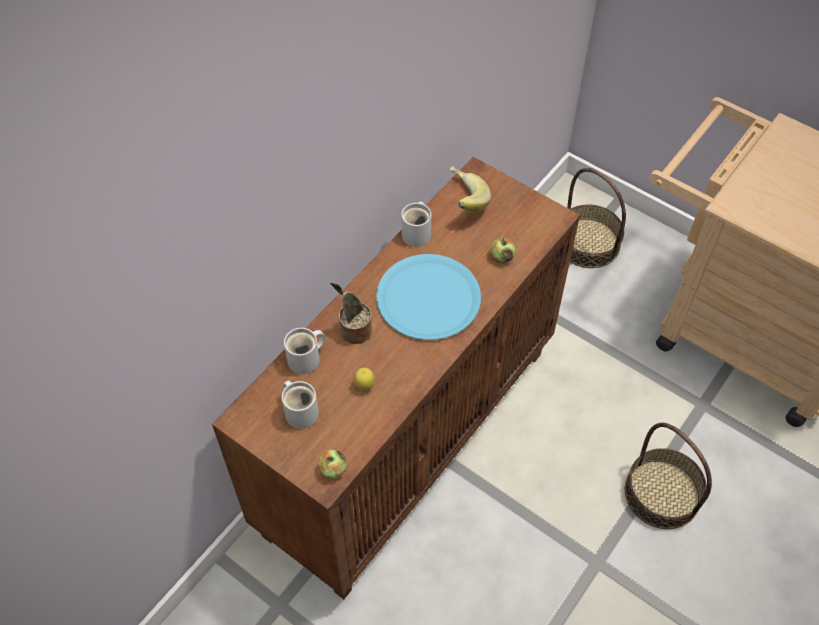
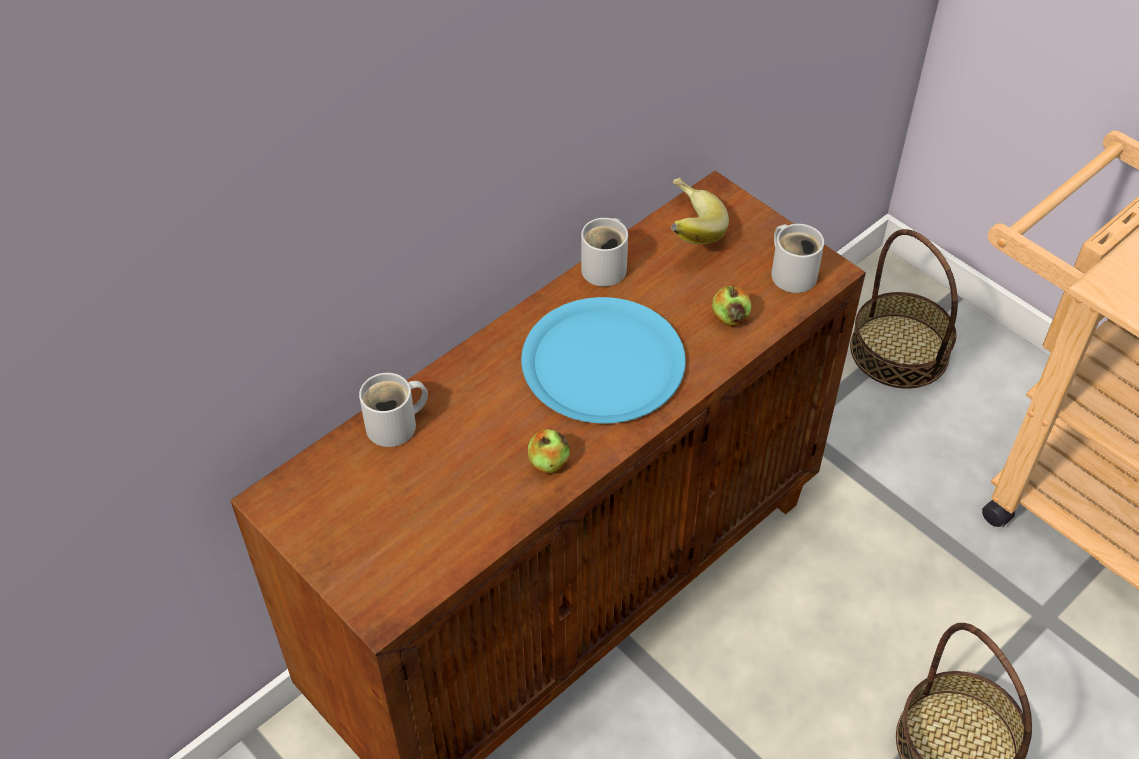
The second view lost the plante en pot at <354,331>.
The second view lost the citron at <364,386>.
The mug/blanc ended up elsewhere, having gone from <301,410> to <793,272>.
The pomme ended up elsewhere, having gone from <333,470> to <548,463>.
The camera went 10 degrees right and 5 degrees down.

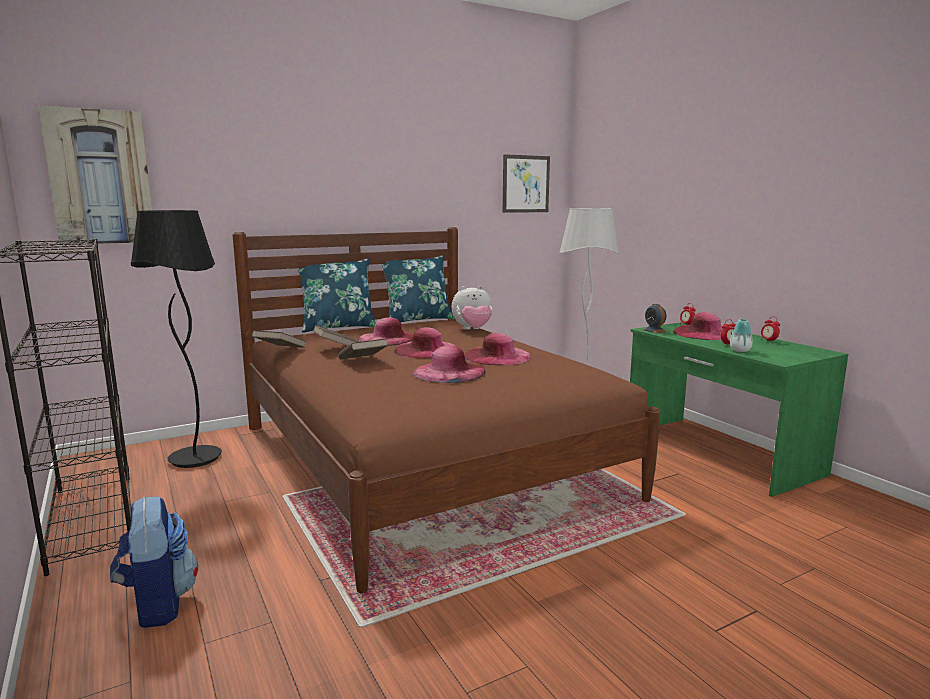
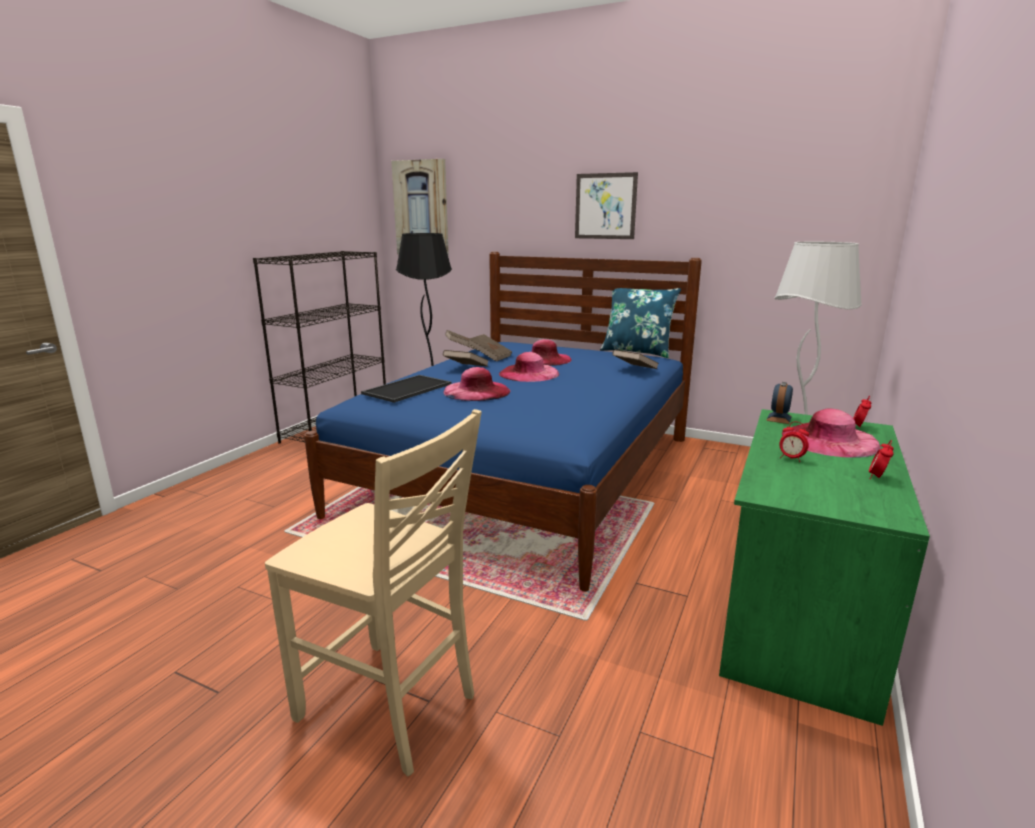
The tableau ended up elsewhere, having gone from <526,184> to <605,206>.
What was the lit/marron at <423,460> turned into the lit/bleu at <526,473>.
The second view lost the coussin/bleu at <338,327>.
Where the peluche stood at <473,329>, the livre/marron came to stand at <634,369>.
The second view lost the vase at <740,350>.
The second view lost the chapeau/rose at <497,356>.
The second view lost the sac à dos at <158,604>.
The second view gained the plateau at <407,389>.
The second view gained the chaise/beige at <390,707>.
The camera went 55 degrees right and 5 degrees up.

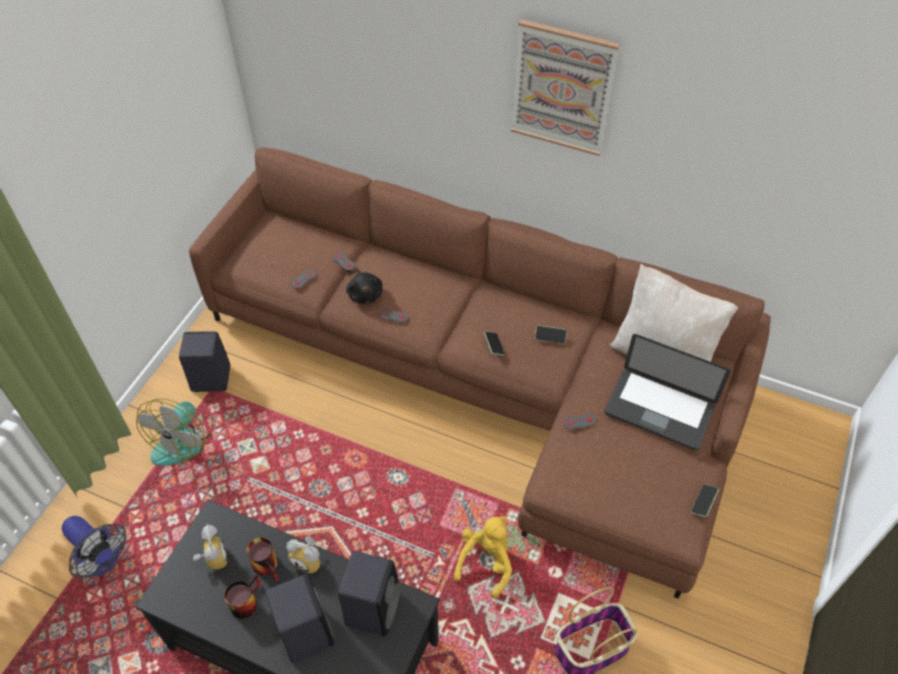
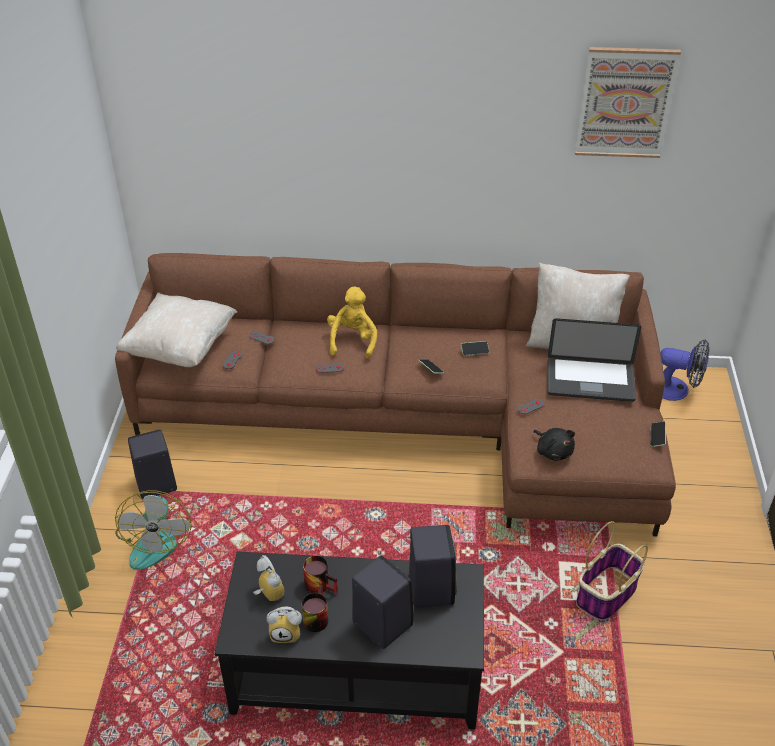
The tableau ended up elsewhere, having gone from <562,88> to <625,102>.
The peluche/noir ended up elsewhere, having gone from <365,294> to <553,451>.
The ventilateur ended up elsewhere, having gone from <103,561> to <677,390>.
The peluche/jaune ended up elsewhere, having gone from <486,562> to <352,340>.
The réveil ended up elsewhere, having gone from <309,560> to <286,633>.
The second view gained the coussin/beige at <180,348>.
The camera went 20 degrees left and 10 degrees down.

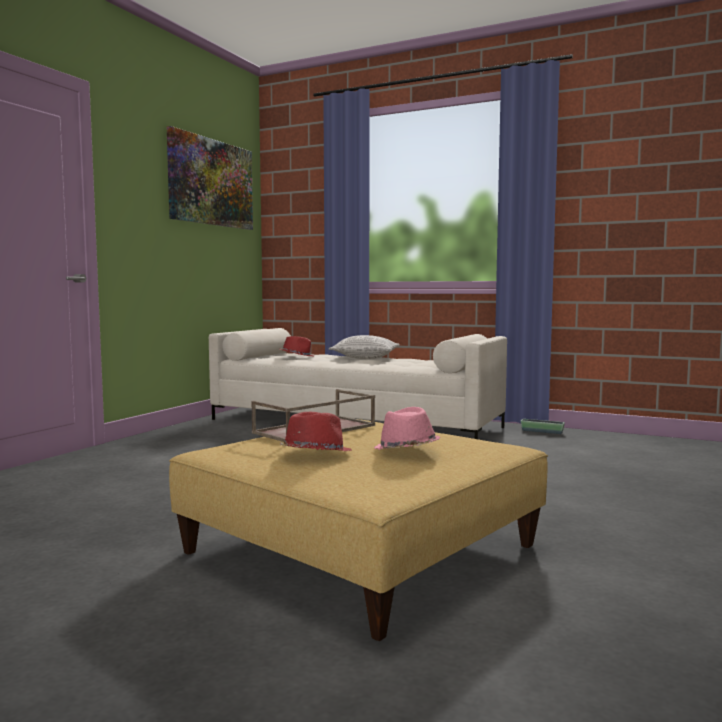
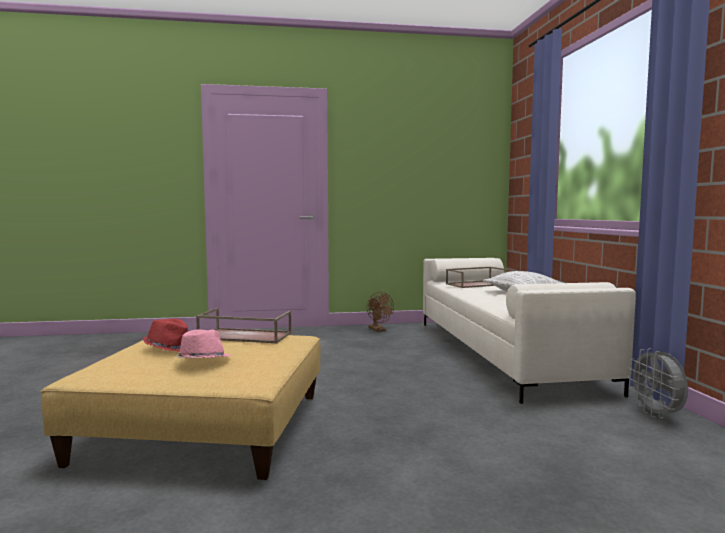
The second view lost the tableau at <211,182>.
Where the chapeau/rouge stood at <297,356>, the plateau/marron came to stand at <476,284>.
Where the cache-pot stood at <542,431>, the ventilateur/gris came to stand at <657,415>.
The second view gained the ventilateur/marron at <378,330>.
The camera went 55 degrees right and 0 degrees up.

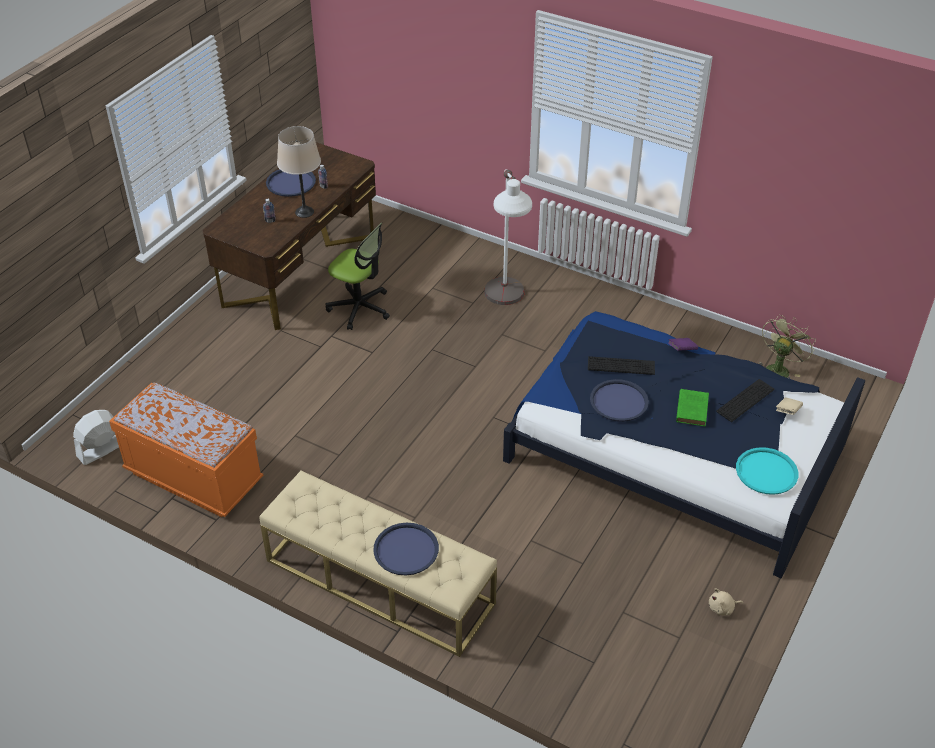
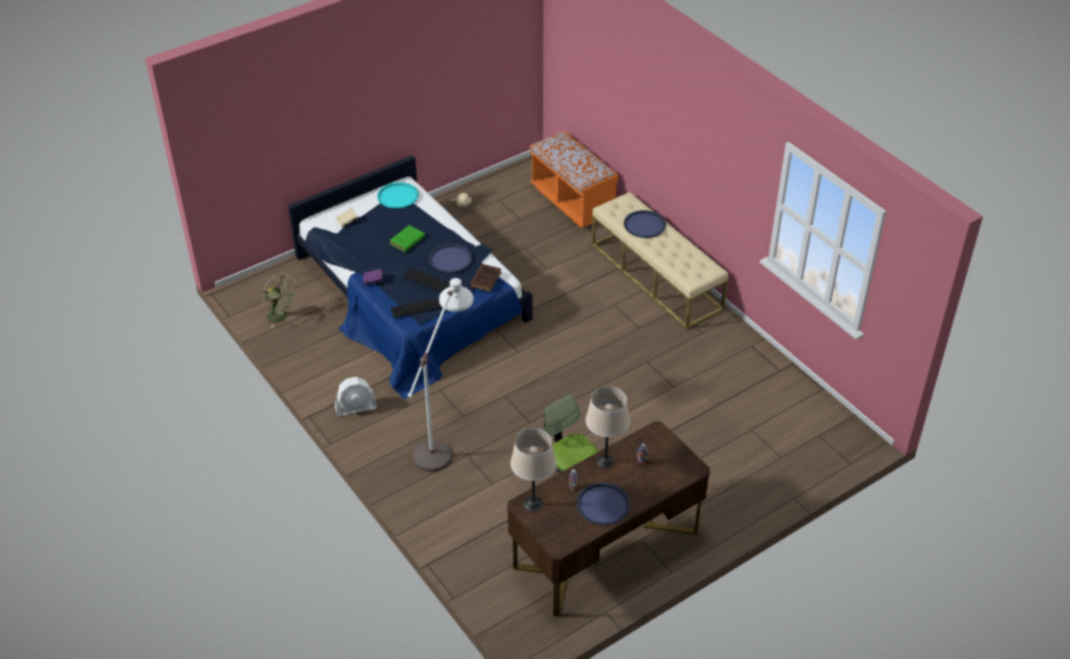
The ventilateur/vert at <778,369> ended up facing another way, 120 degrees counterclockwise from before.
The clavier ended up elsewhere, having gone from <745,400> to <418,307>.
The banc/orange ended up elsewhere, having gone from <194,477> to <572,201>.
The ventilateur/blanc ended up elsewhere, having gone from <102,449> to <356,408>.
The second view gained the livre/marron at <486,279>.
The second view gained the lampe de table/beige at <533,504>.
The camera went 155 degrees left and 0 degrees up.

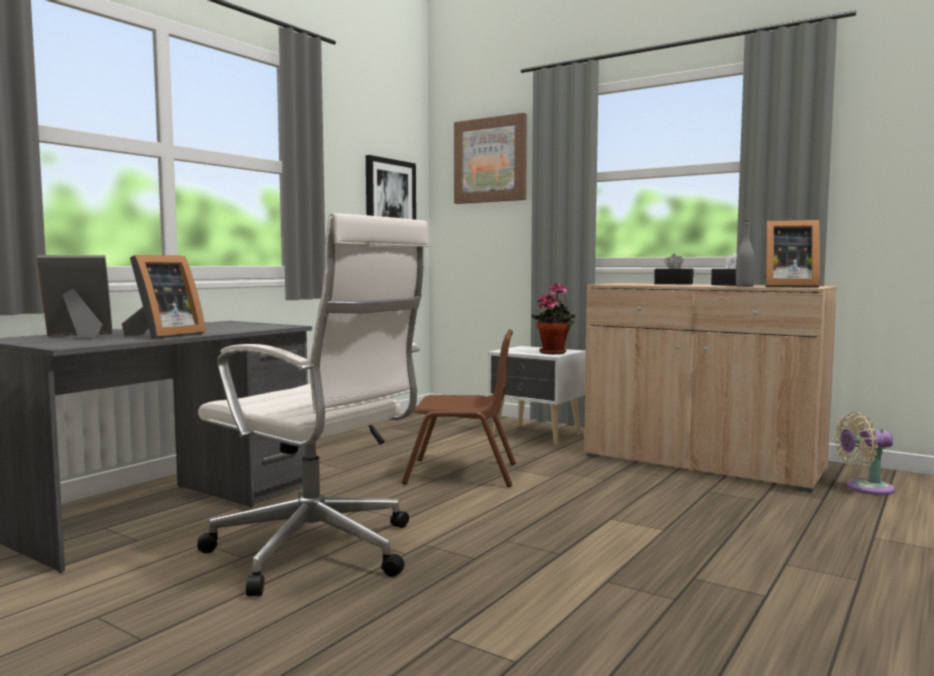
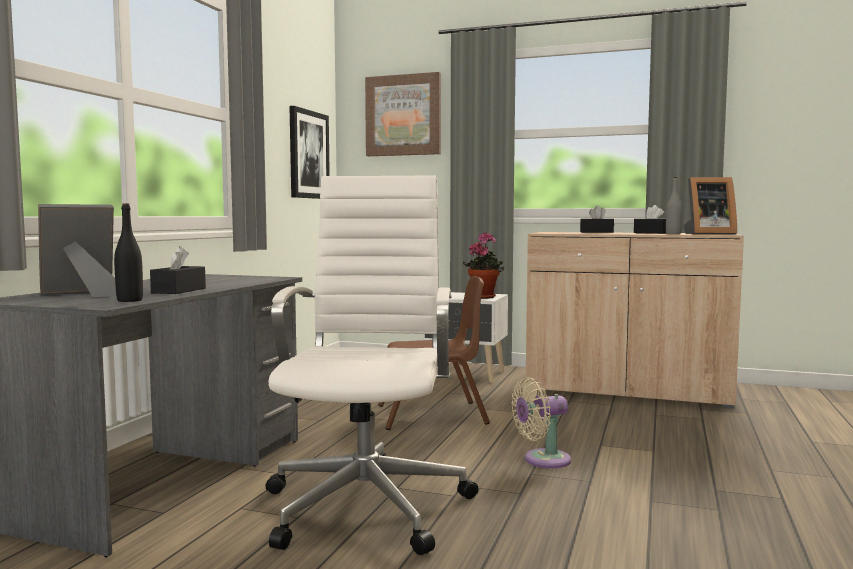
The chaise de bureau/blanc at <318,552> ended up facing another way, 105 degrees counterclockwise from before.
Where the cadre photo stood at <163,335>, the boîte à mouchoirs/noir came to stand at <179,290>.
The ventilateur/beige ended up elsewhere, having gone from <865,488> to <542,460>.
The second view gained the bouteille/noir at <130,300>.
The camera went 15 degrees left and 0 degrees up.

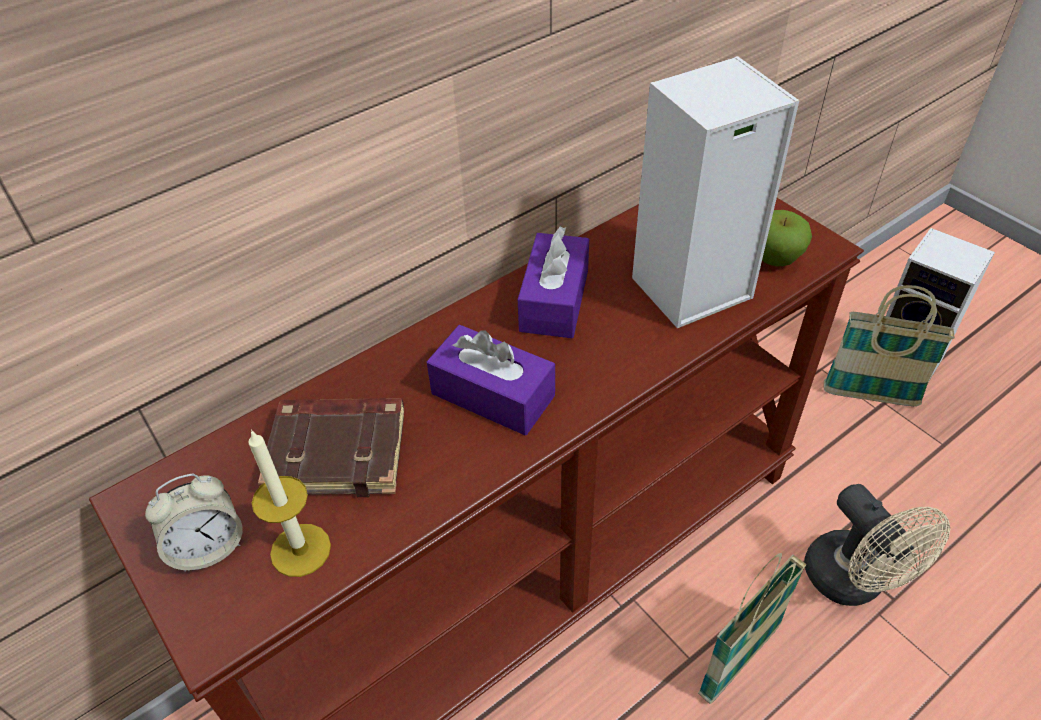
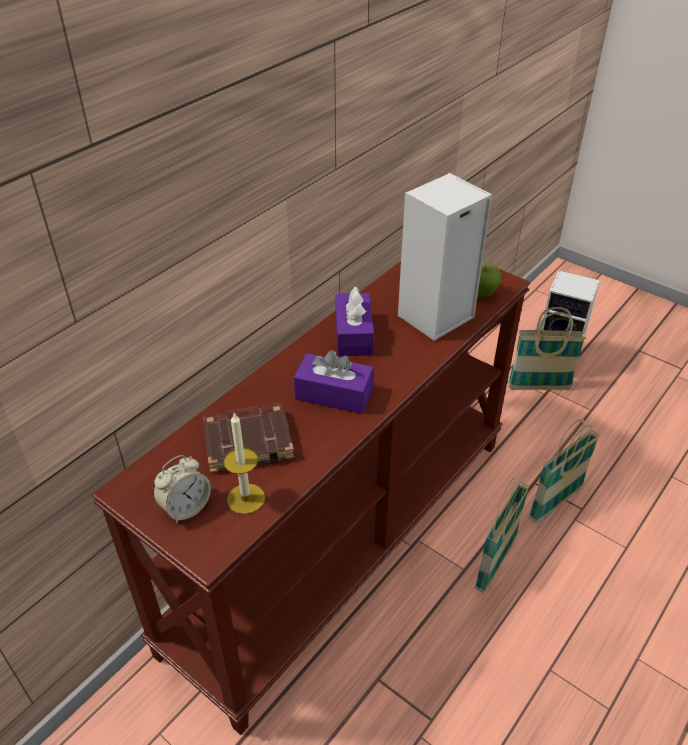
Where the ventilateur/beige stood at <853,583>, the panier came to stand at <555,503>.
The camera went 15 degrees left and 5 degrees down.

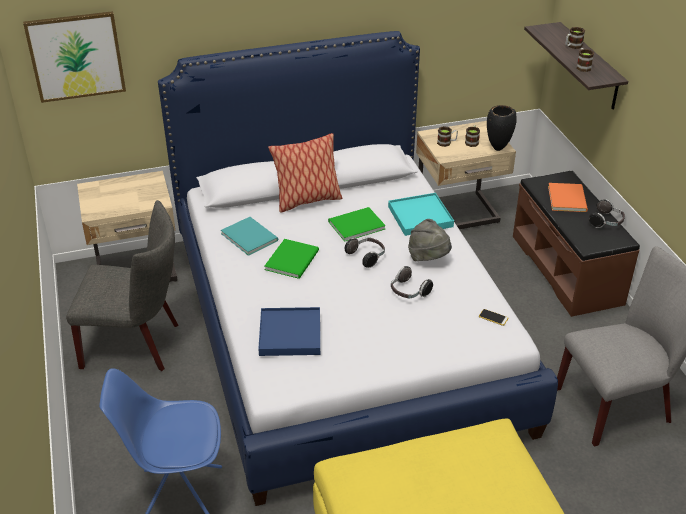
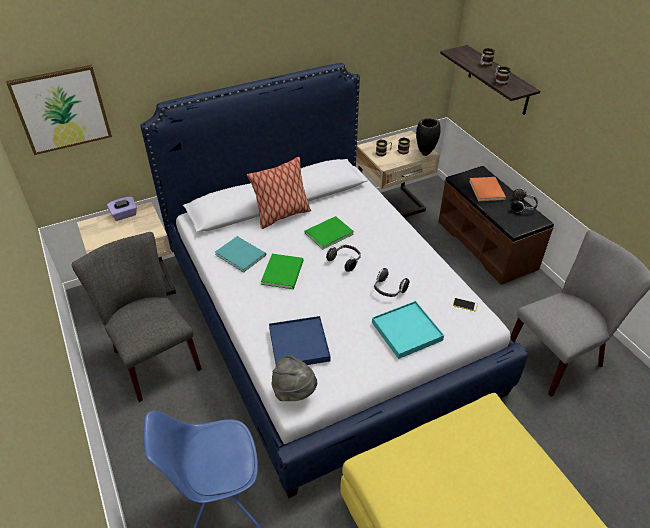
The plateau/turquoise ended up elsewhere, having gone from <420,217> to <406,331>.
The chaise/gris at <137,344> ended up facing another way, 120 degrees counterclockwise from before.
The chapeau/gris ended up elsewhere, having gone from <428,258> to <294,391>.
The second view gained the boîte à mouchoirs/violet at <124,215>.
The camera went 10 degrees left and 5 degrees up.

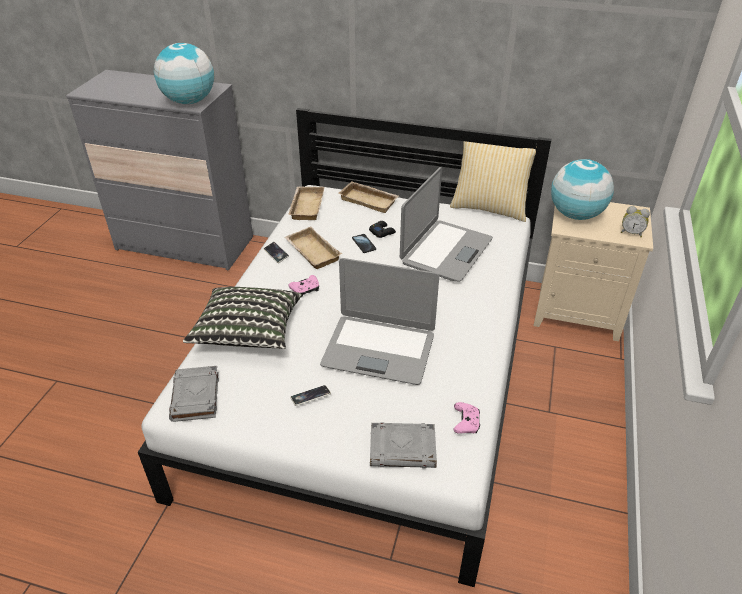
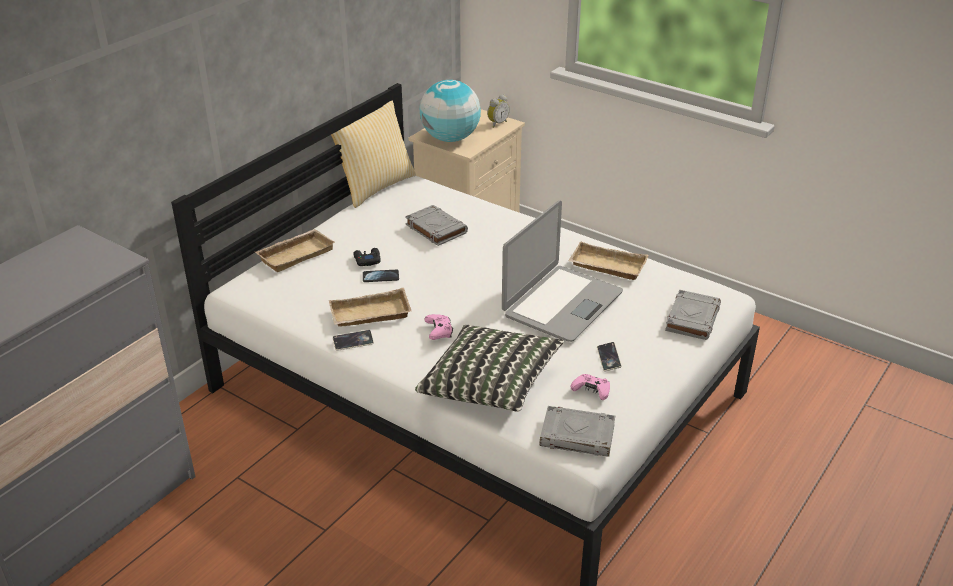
The second view lost the globe at <189,101>.
Where the ordinateur portable stood at <445,251>, the livre/gris came to stand at <435,228>.
The plateau/beige ended up elsewhere, having gone from <305,206> to <606,267>.
The manette/rose ended up elsewhere, having gone from <466,423> to <591,391>.
The camera went 70 degrees left and 5 degrees down.

